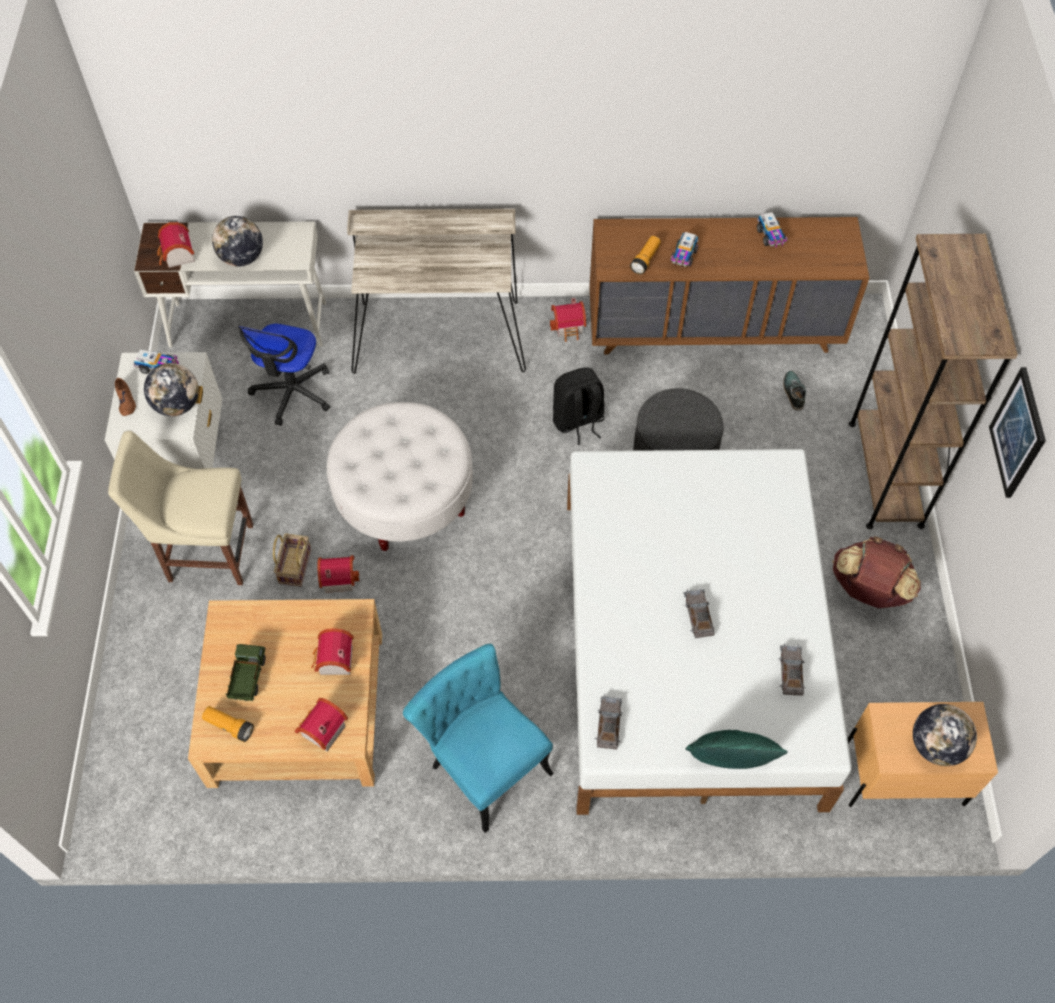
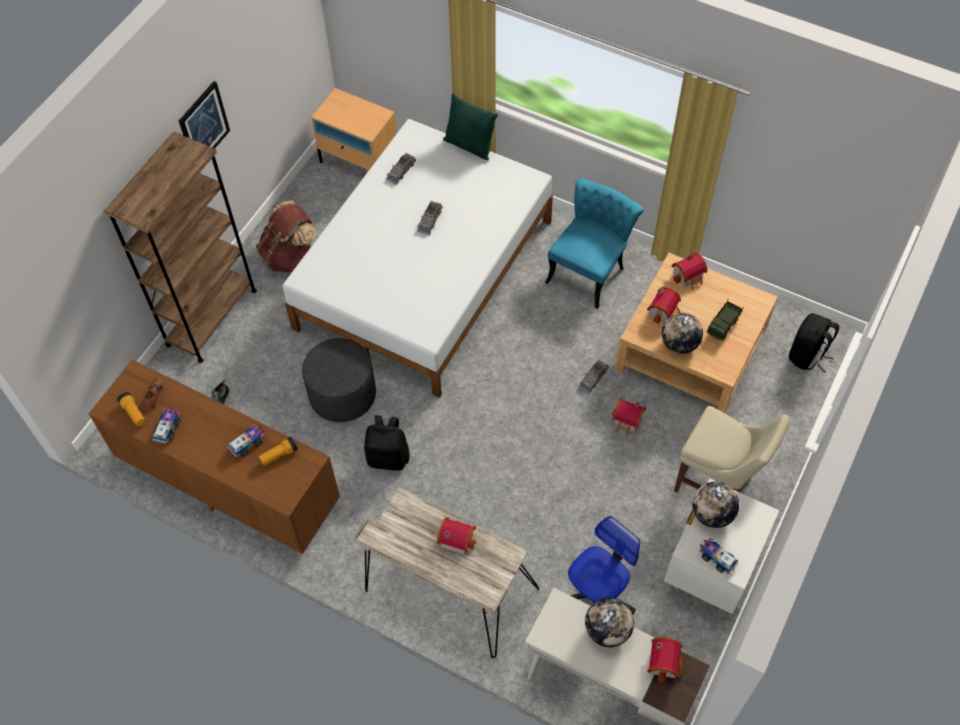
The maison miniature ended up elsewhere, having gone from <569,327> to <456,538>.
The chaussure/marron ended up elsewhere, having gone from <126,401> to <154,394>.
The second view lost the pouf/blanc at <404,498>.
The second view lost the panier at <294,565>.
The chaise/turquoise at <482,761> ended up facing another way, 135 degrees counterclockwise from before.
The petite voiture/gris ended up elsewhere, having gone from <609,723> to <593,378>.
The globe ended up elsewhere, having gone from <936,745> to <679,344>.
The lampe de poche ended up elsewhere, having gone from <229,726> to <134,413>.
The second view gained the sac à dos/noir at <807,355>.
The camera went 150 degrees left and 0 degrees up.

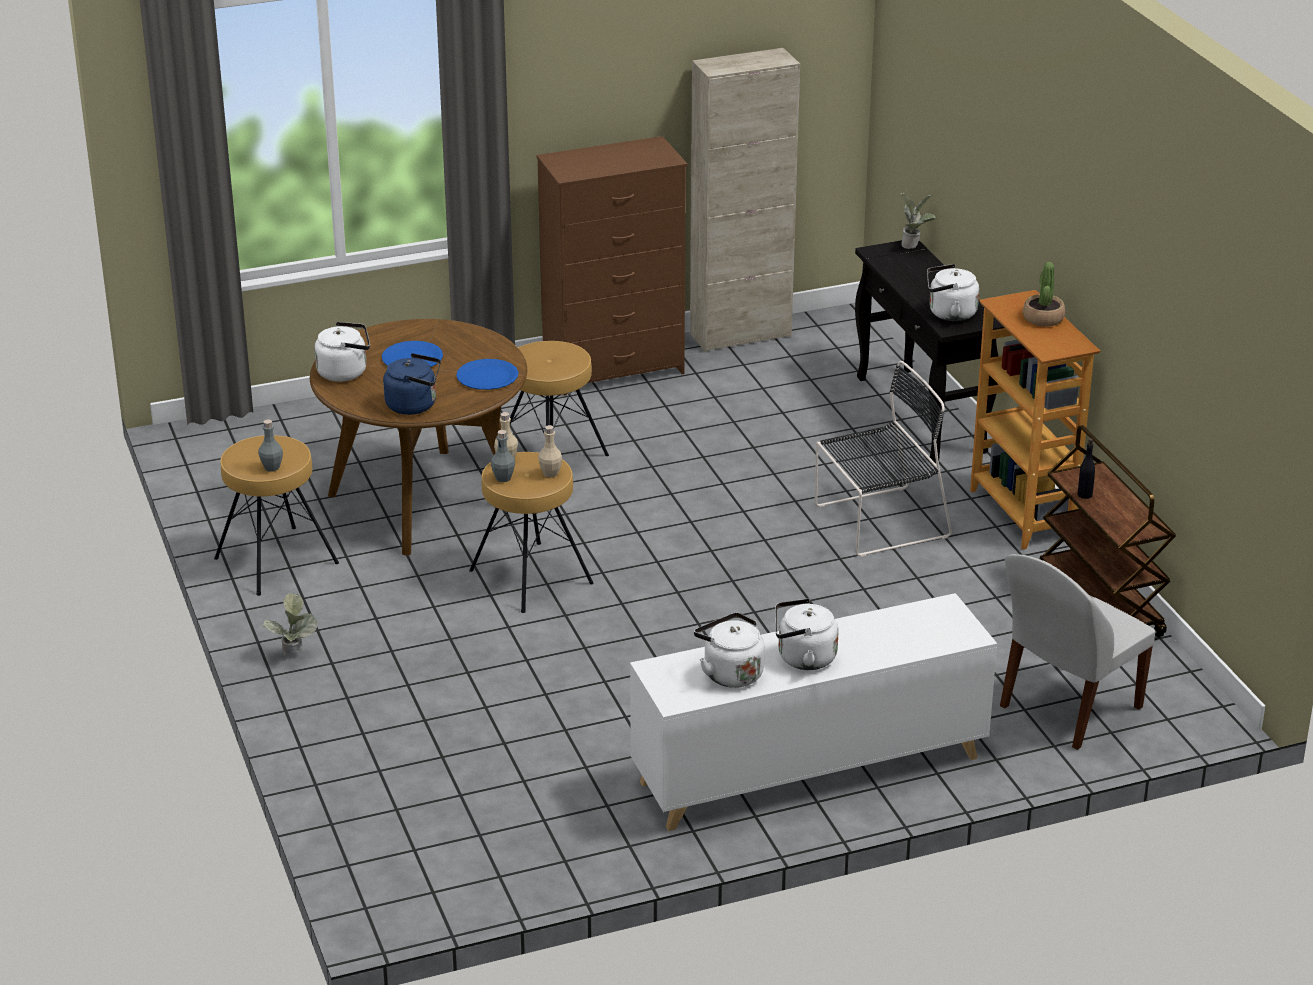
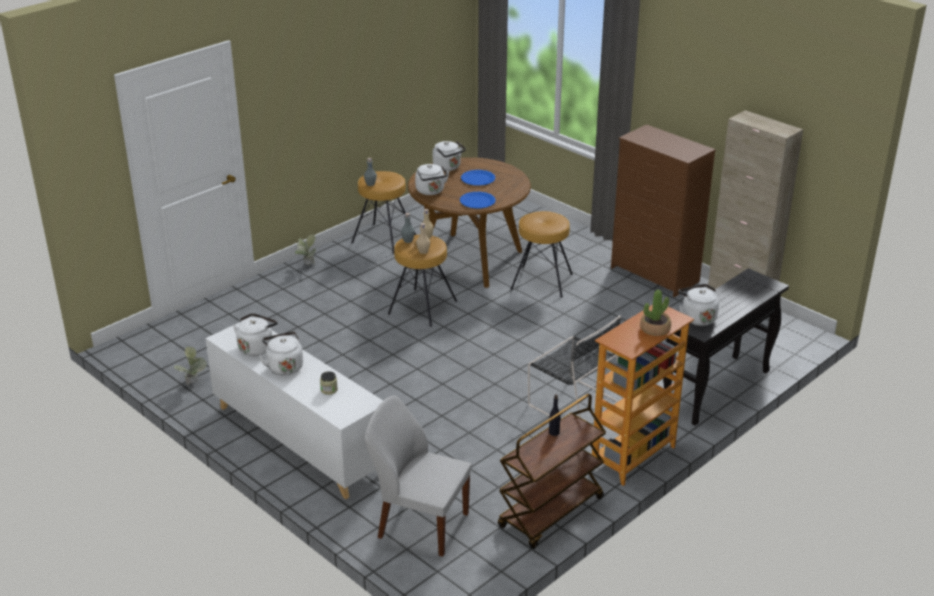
The plante en pot ended up elsewhere, having gone from <914,245> to <193,384>.
What was the bouilloire/bleu at <415,405> turned into the bouilloire/blanc at <431,191>.
The second view gained the bocal at <329,390>.
The camera went 65 degrees right and 0 degrees up.

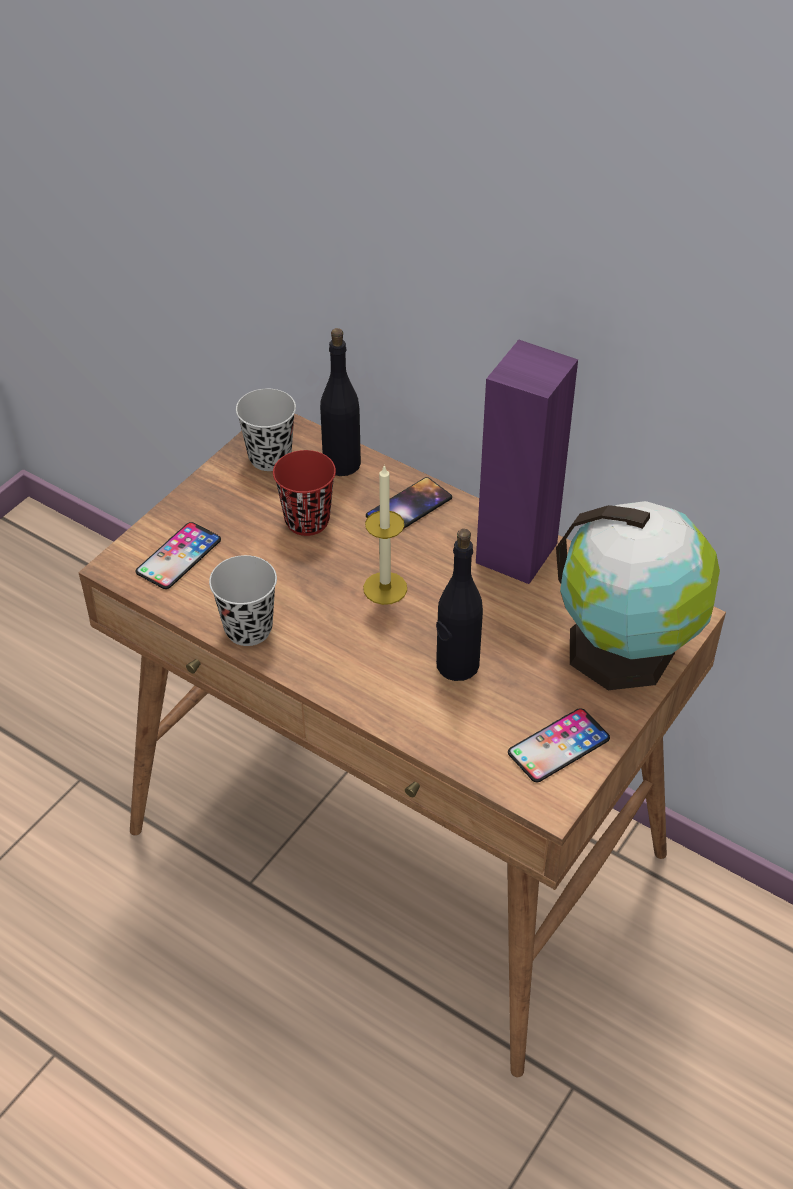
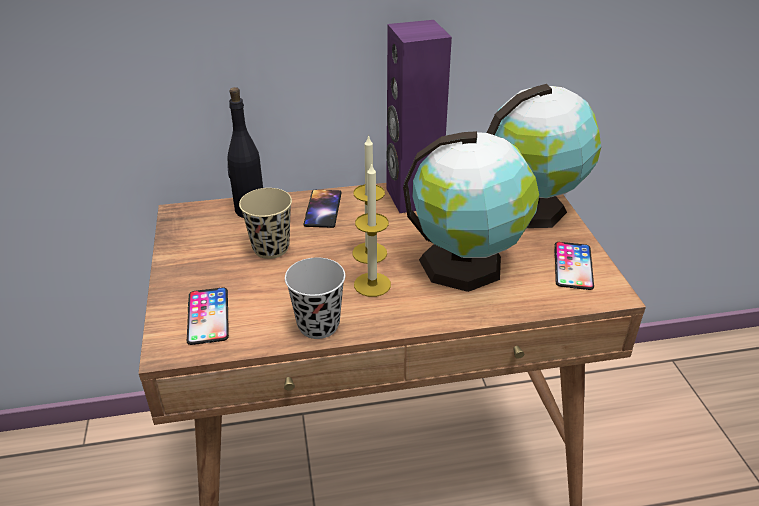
The second view lost the tasse/noir at <270,457>.
What was the tasse/rouge at <307,521> turned into the tasse/beige at <271,248>.
Where the bouteille/noir stood at <457,665>, the globe came to stand at <466,264>.
The second view gained the bougie at <372,284>.
The camera went 45 degrees left and 10 degrees down.

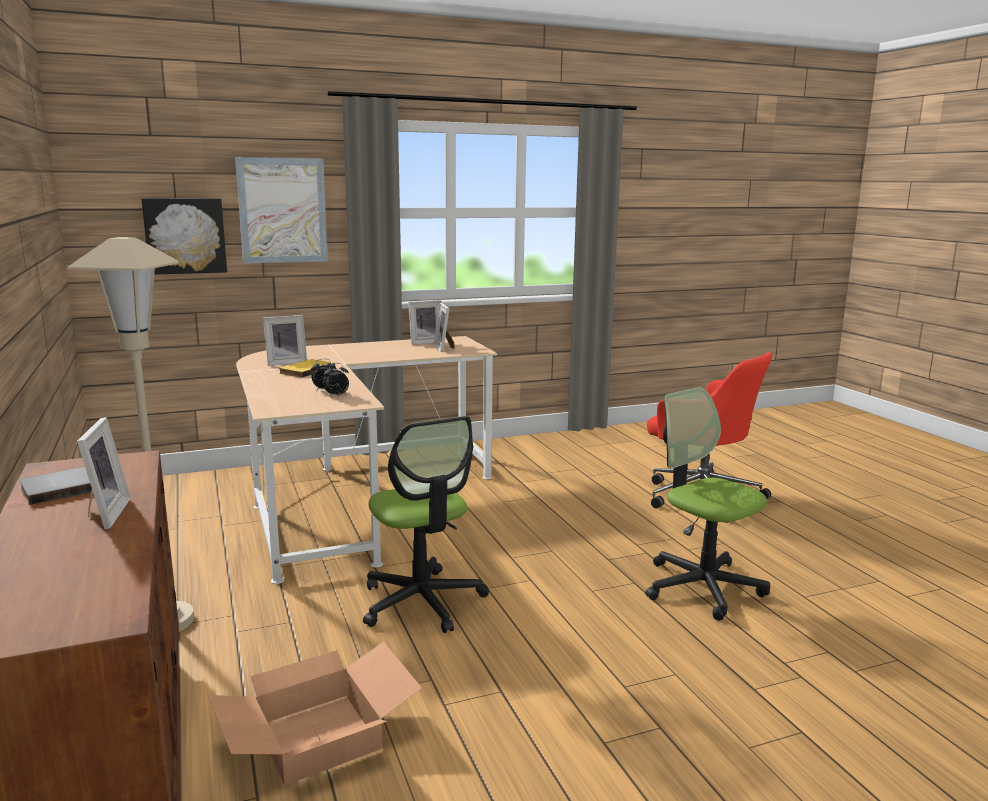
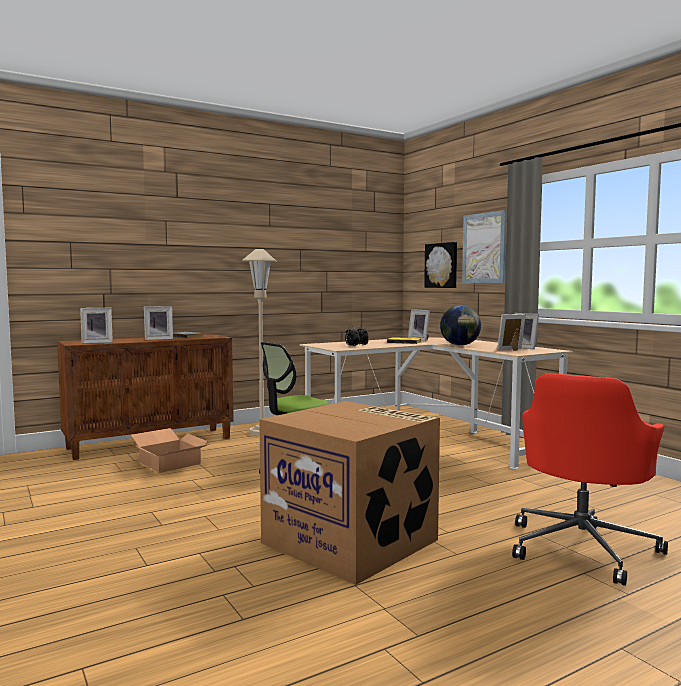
Where the chaise de bureau stood at <702,587>, the carton came to stand at <353,541>.
The second view gained the globe at <460,345>.
The second view gained the cadre photo at <97,342>.
The camera went 80 degrees right and 10 degrees down.

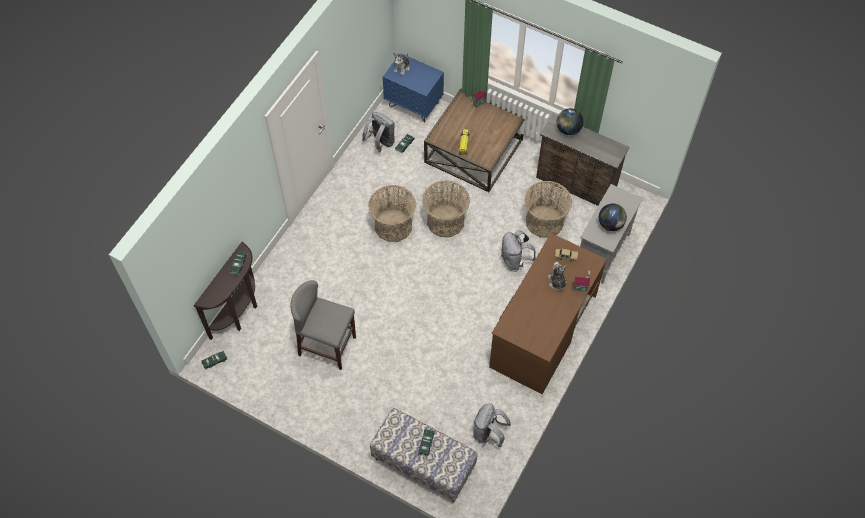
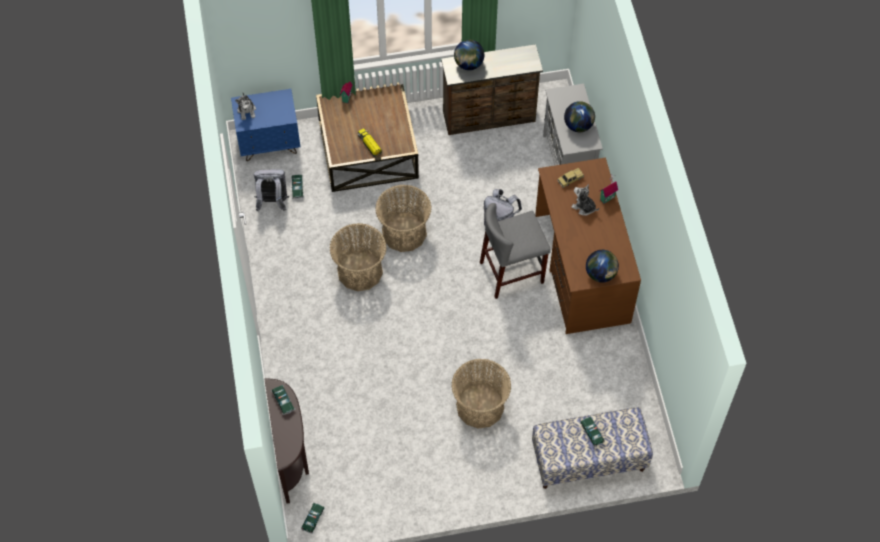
The panier ended up elsewhere, having gone from <544,221> to <480,406>.
The tabouret/gris ended up elsewhere, having gone from <327,346> to <512,272>.
The second view lost the sac à dos/gris at <488,433>.
The second view gained the globe at <600,274>.
The camera went 40 degrees left and 0 degrees up.

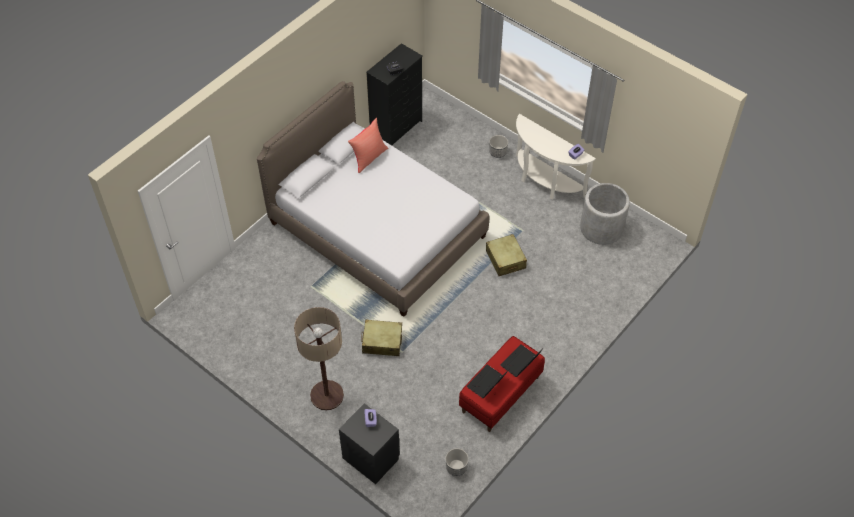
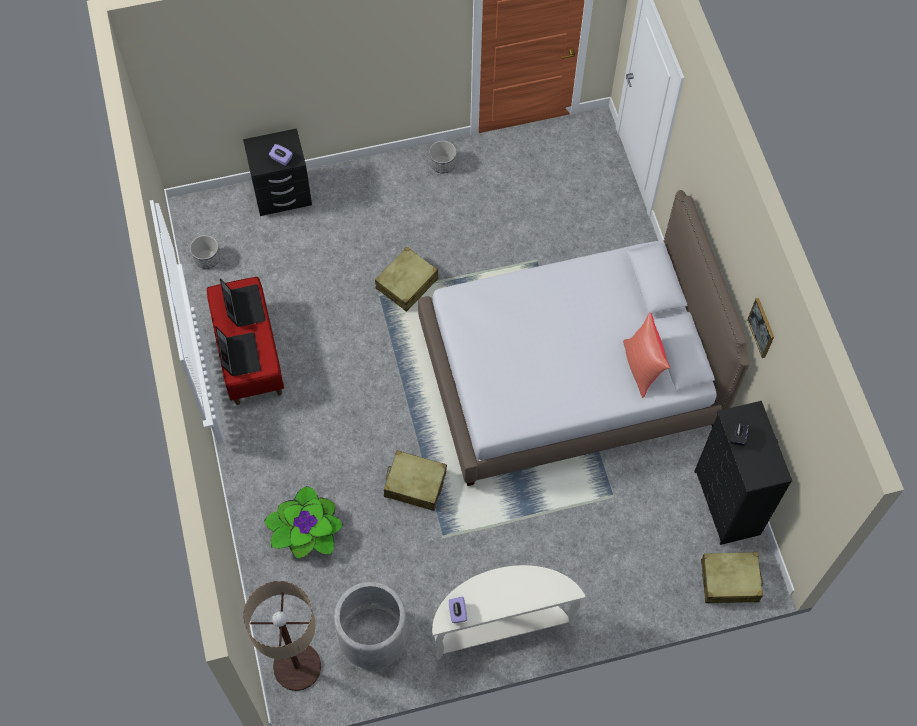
The cache-pot ended up elsewhere, having gone from <498,152> to <442,165>.
The lampadaire ended up elsewhere, having gone from <327,395> to <297,667>.
The second view gained the tableau at <762,327>.
The second view gained the plante en pot at <306,531>.
The second view gained the valise/beige at <729,581>.
The camera went 125 degrees right and 10 degrees up.

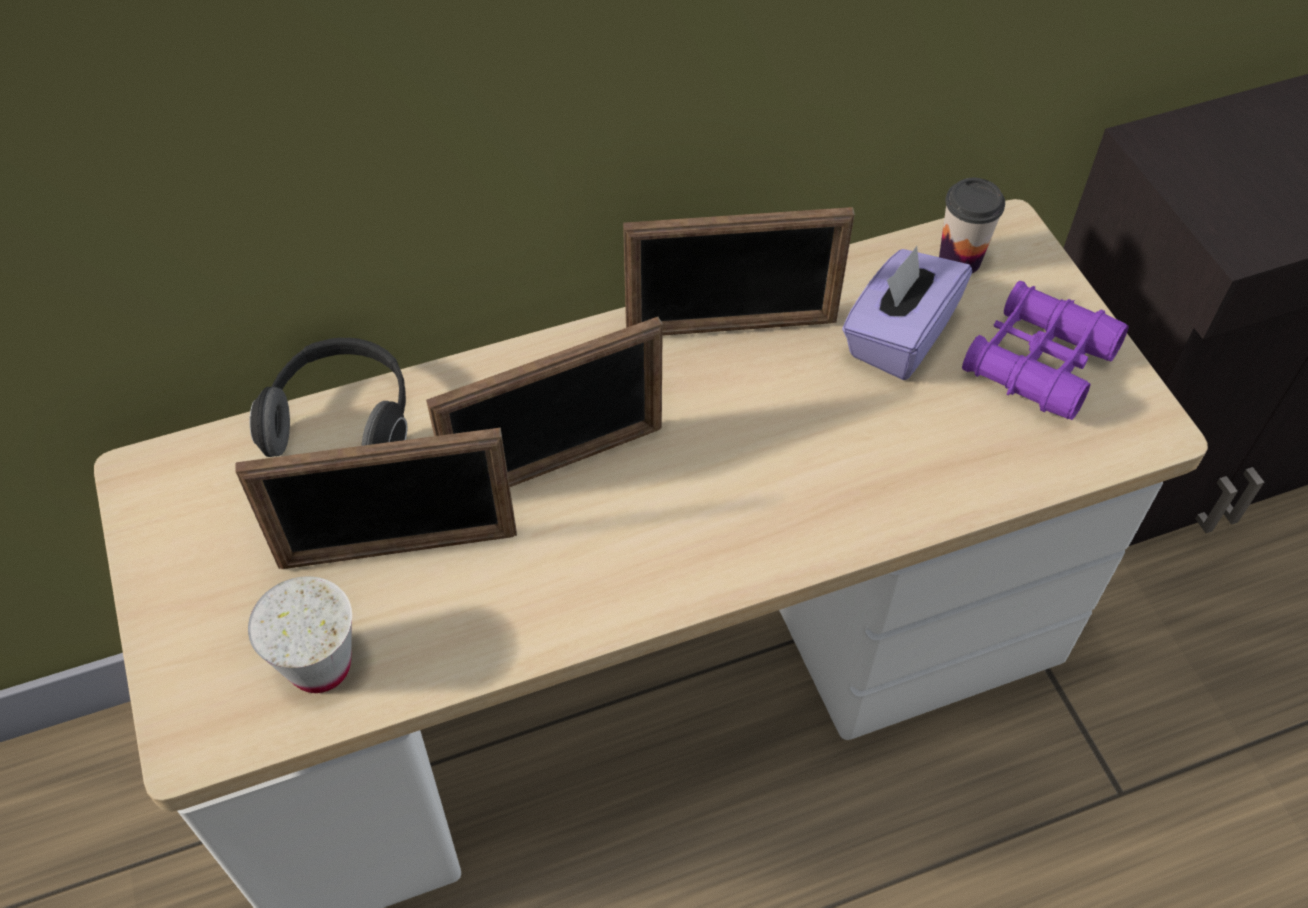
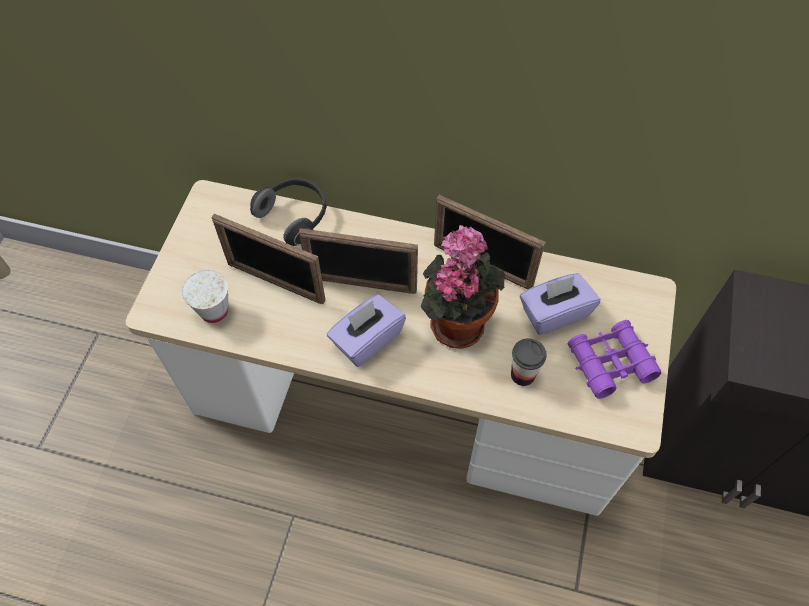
The tasse ended up elsewhere, having gone from <959,259> to <522,374>.
The second view gained the plante en pot at <456,320>.
The second view gained the boîte à mouchoirs/violet at <367,340>.
The camera went 35 degrees right and 5 degrees up.

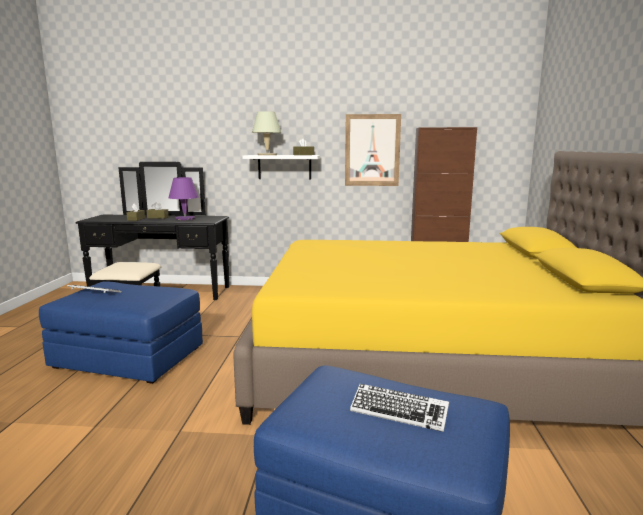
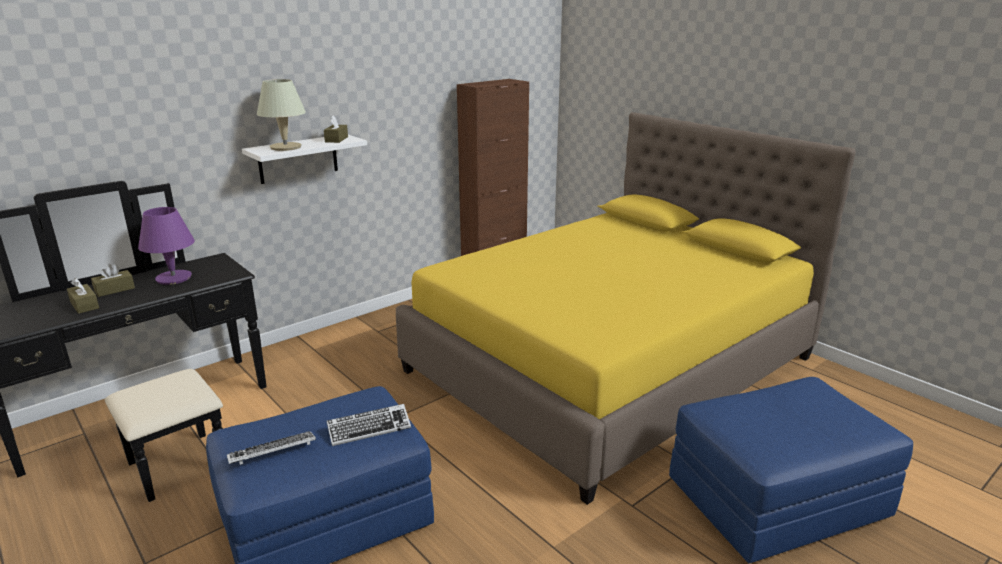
The second view lost the tableau at <372,150>.
The clavier ended up elsewhere, having gone from <399,412> to <369,429>.
The camera went 45 degrees left and 10 degrees up.

